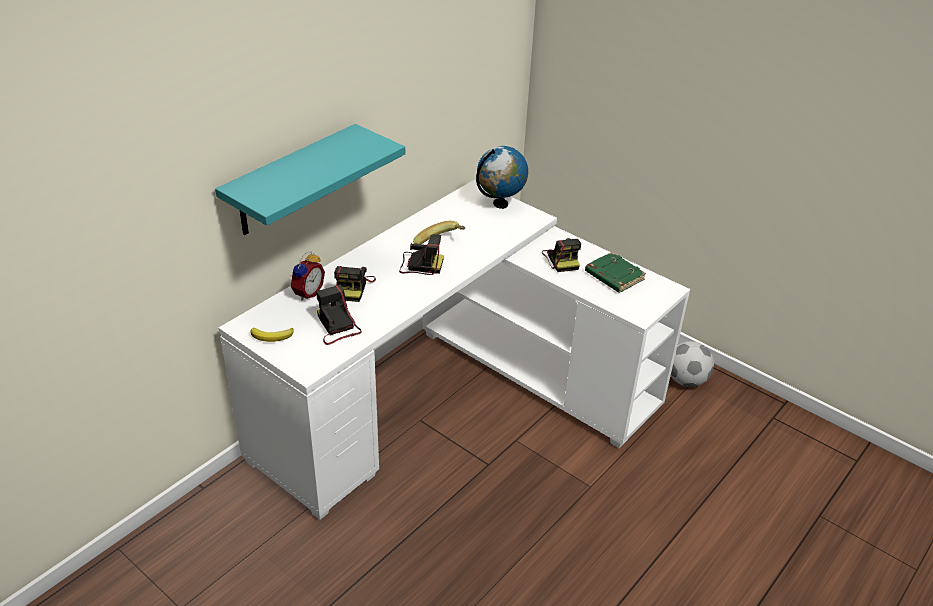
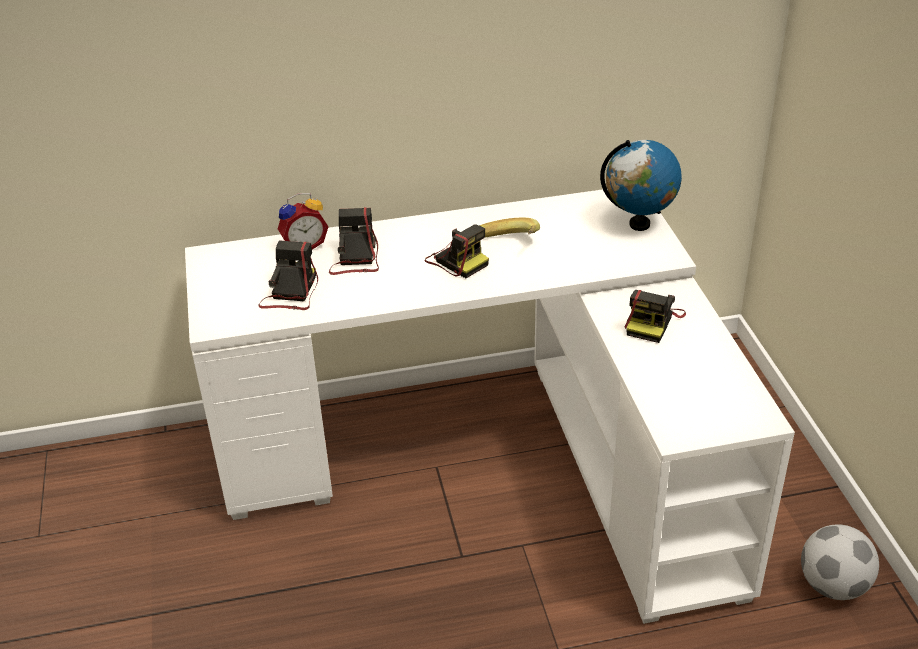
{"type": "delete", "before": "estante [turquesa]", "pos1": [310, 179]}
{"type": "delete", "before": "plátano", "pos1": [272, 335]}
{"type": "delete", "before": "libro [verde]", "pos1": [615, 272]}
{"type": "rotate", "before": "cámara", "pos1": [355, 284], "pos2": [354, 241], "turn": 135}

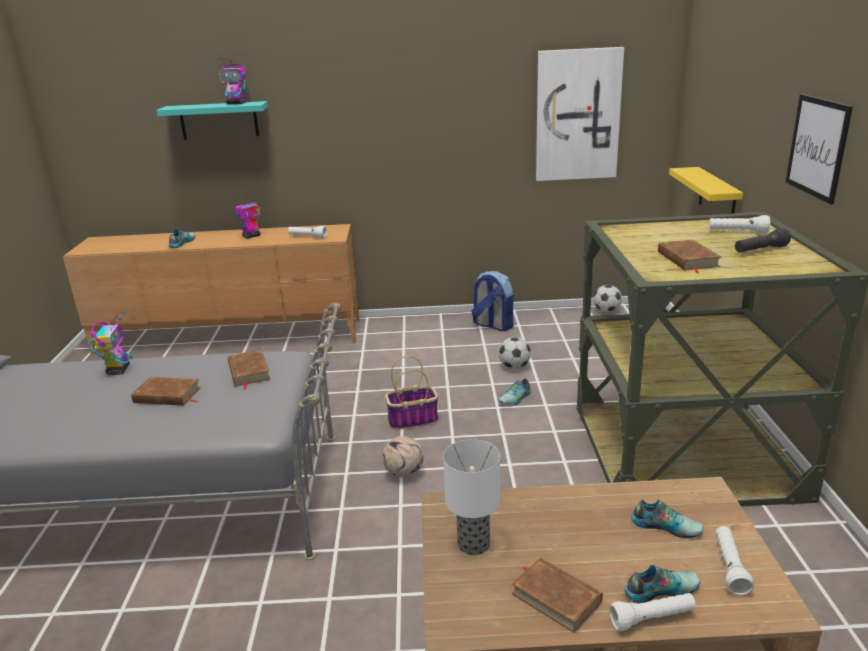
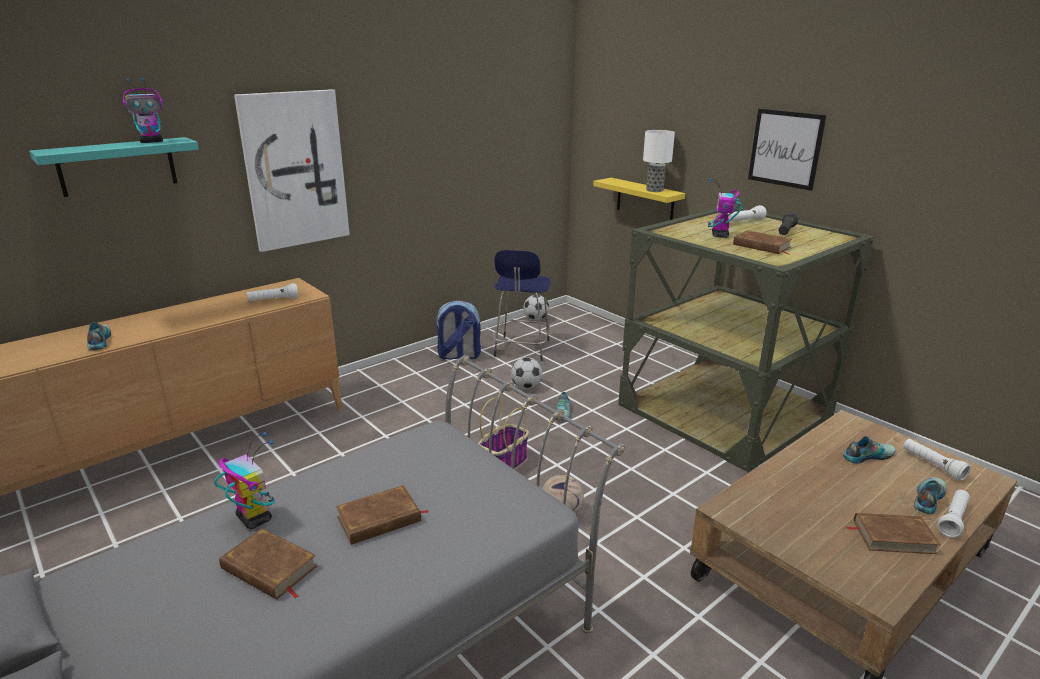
{"type": "insert", "after": "taburete [azul]", "pos2": [522, 305]}
{"type": "move", "before": "libro [marrón]", "pos1": [249, 370], "pos2": [268, 564]}
{"type": "move", "before": "robot de juguete", "pos1": [248, 215], "pos2": [725, 208]}
{"type": "move", "before": "lámpara de mesa", "pos1": [471, 497], "pos2": [659, 161]}
{"type": "move", "before": "cuadro", "pos1": [580, 114], "pos2": [292, 170]}

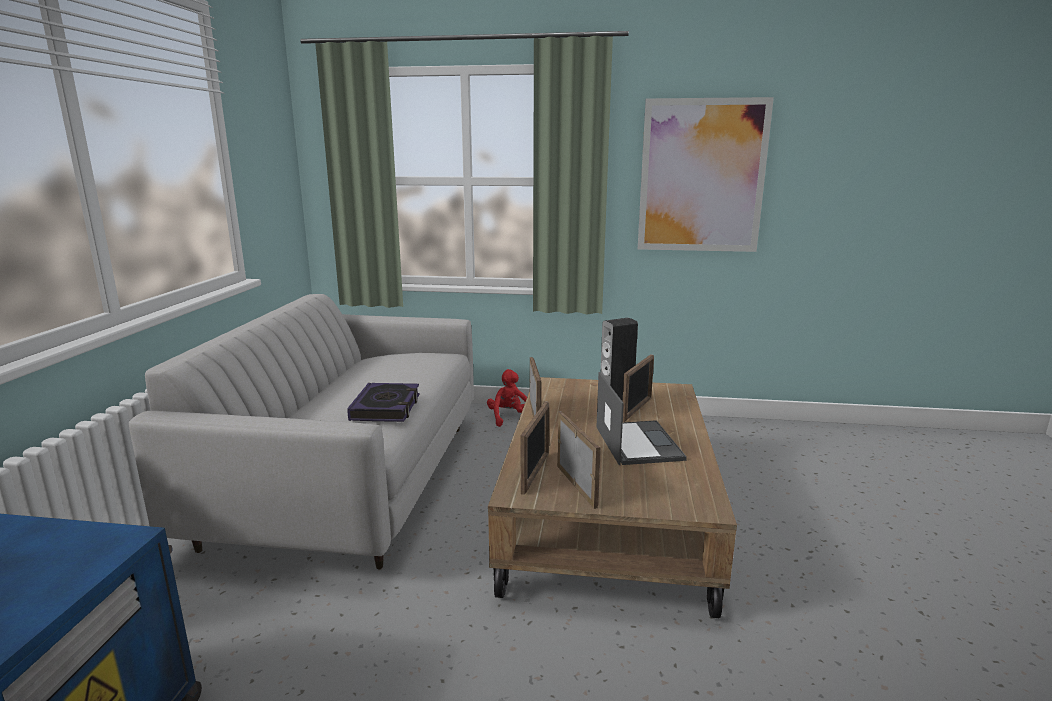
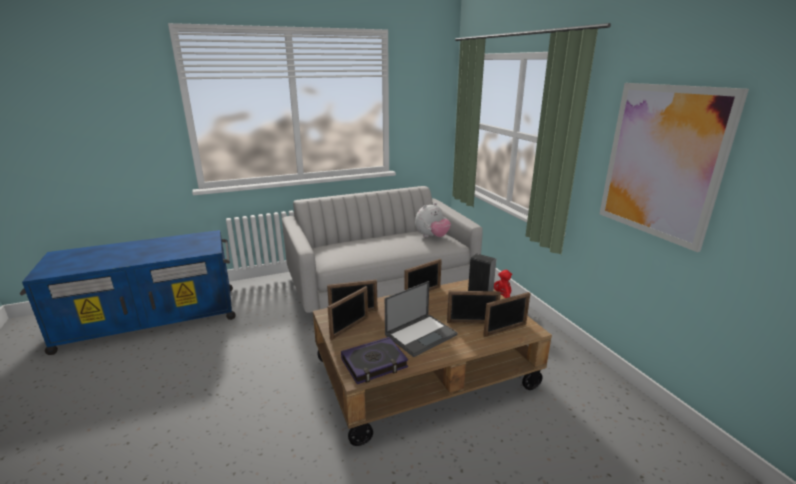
{"type": "insert", "after": "peluche", "pos2": [433, 220]}
{"type": "insert", "after": "portarretratos", "pos2": [506, 314]}
{"type": "move", "before": "libro", "pos1": [383, 402], "pos2": [374, 360]}

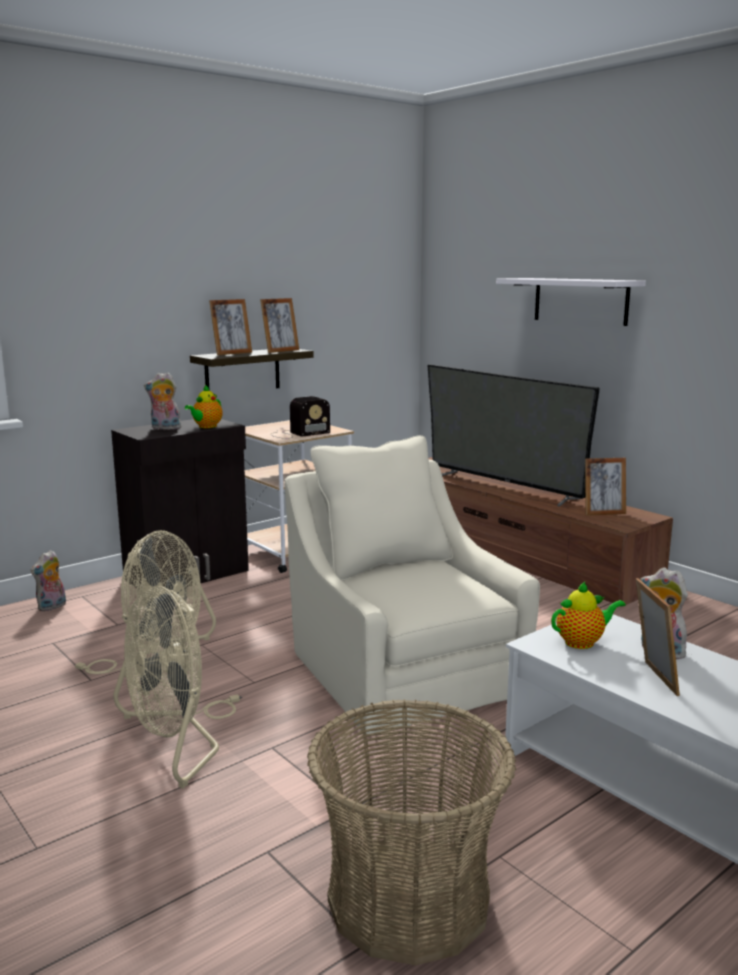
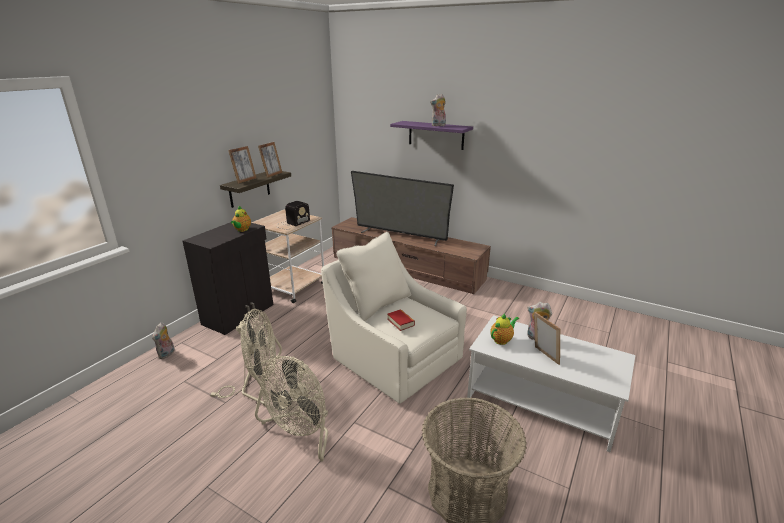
{"type": "delete", "before": "portarretratos", "pos1": [605, 487]}
{"type": "insert", "after": "libro", "pos2": [401, 320]}
{"type": "move", "before": "peluche", "pos1": [162, 401], "pos2": [438, 110]}
{"type": "recolor", "before": "estante [blanco]", "after": "estante [morado]", "pos1": [571, 302], "pos2": [431, 135]}

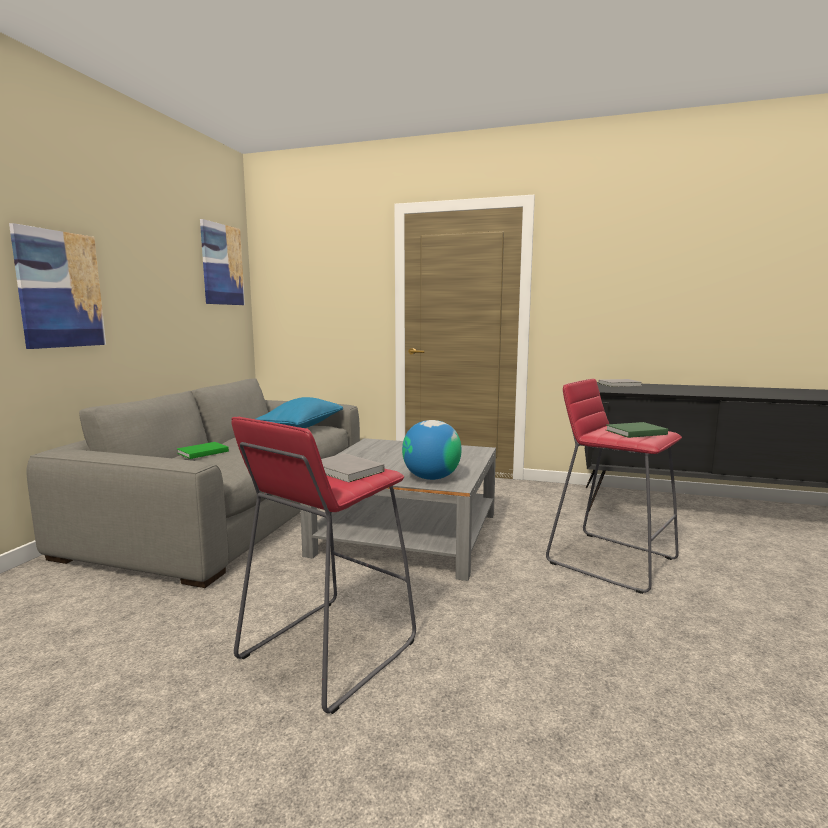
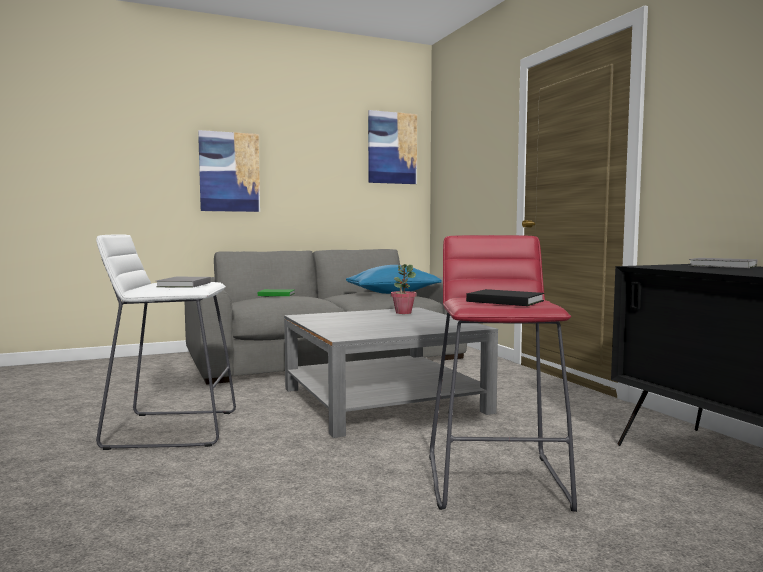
{"type": "delete", "before": "globo terráqueo", "pos1": [432, 450]}
{"type": "insert", "after": "planta en maceta", "pos2": [404, 289]}
{"type": "recolor", "before": "taburete [rojo]", "after": "taburete [blanco]", "pos1": [323, 565], "pos2": [166, 342]}
{"type": "recolor", "before": "libro [verde]", "after": "libro [negro]", "pos1": [637, 430], "pos2": [505, 297]}

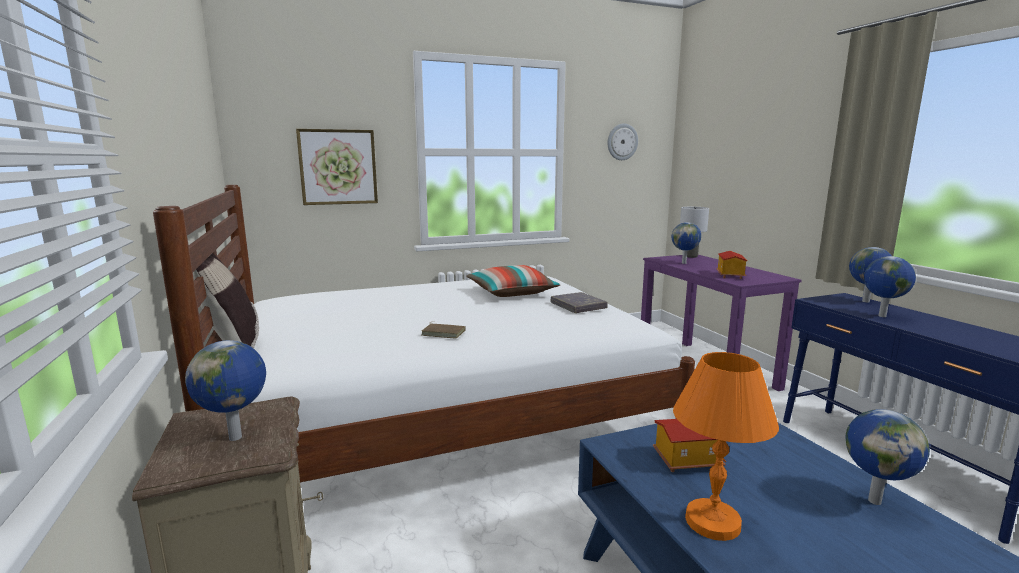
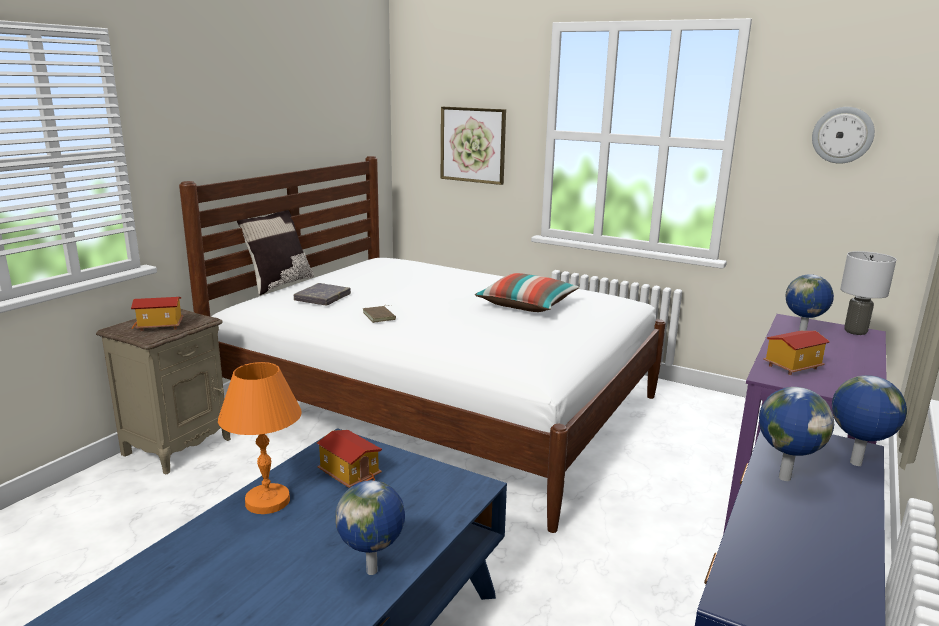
{"type": "move", "before": "libro [gris]", "pos1": [579, 302], "pos2": [322, 294]}
{"type": "replace", "before": "globo terráqueo", "after": "casita", "pos1": [225, 390], "pos2": [157, 314]}

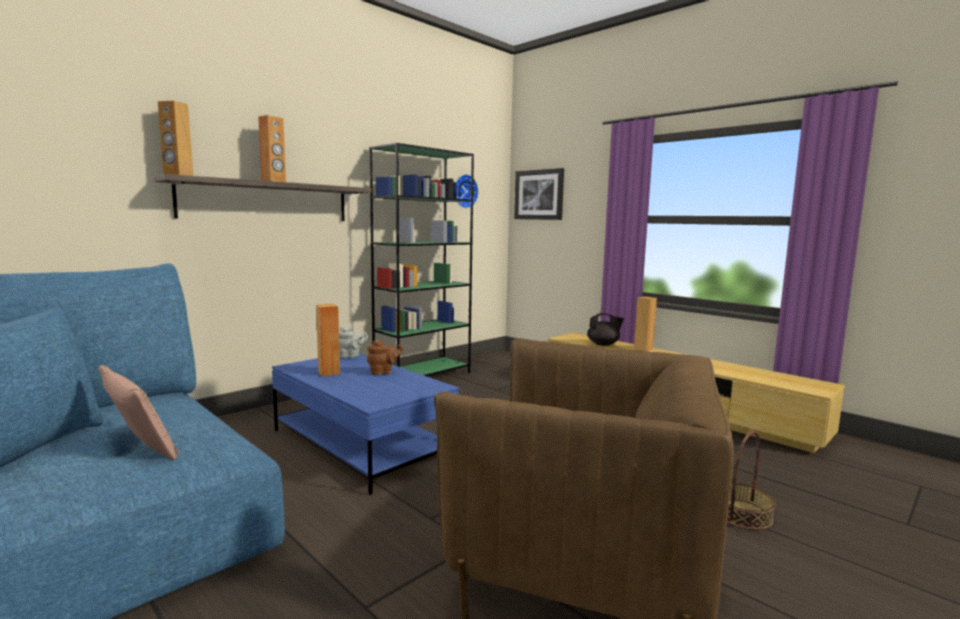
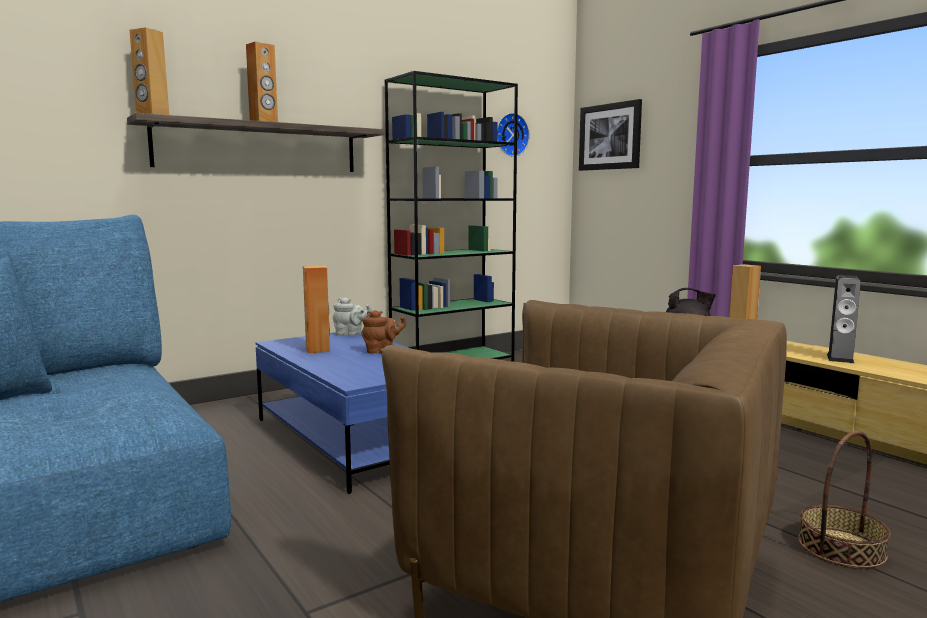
{"type": "delete", "before": "cojín [beis]", "pos1": [139, 412]}
{"type": "insert", "after": "altavoz", "pos2": [844, 319]}

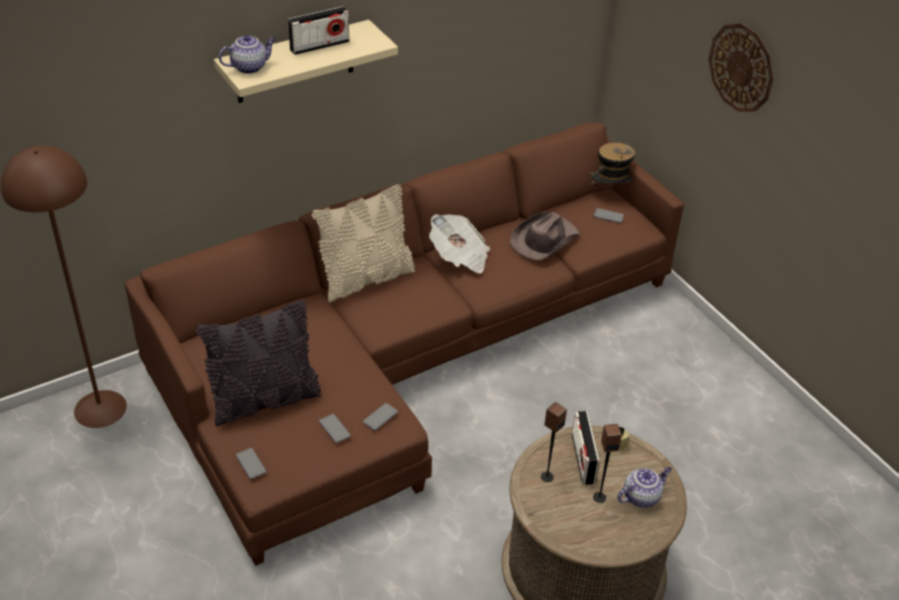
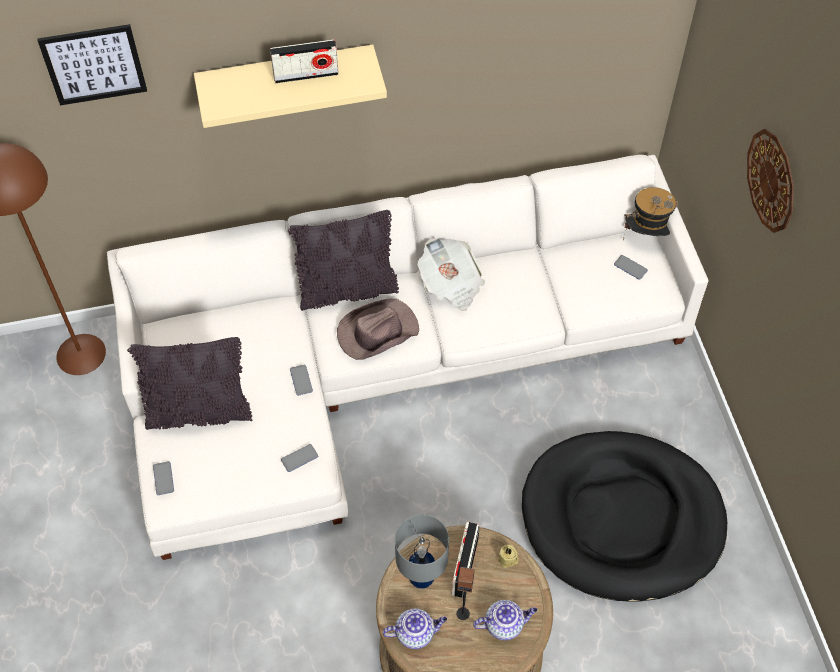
{"type": "insert", "after": "cuadro", "pos2": [92, 64]}
{"type": "insert", "after": "cama para perro [negro]", "pos2": [624, 516]}
{"type": "move", "before": "tetera", "pos1": [247, 54], "pos2": [415, 628]}
{"type": "move", "before": "móvil", "pos1": [335, 428], "pos2": [301, 380]}
{"type": "move", "before": "sombrero [marrón]", "pos1": [545, 236], "pos2": [378, 329]}
{"type": "replace", "before": "altavoz", "after": "lámpara de mesa [gris]", "pos1": [554, 442], "pos2": [422, 551]}
{"type": "recolor", "before": "sofá [marrón]", "after": "sofá [blanco]", "pos1": [404, 344], "pos2": [407, 357]}
{"type": "recolor", "before": "cojín [beis]", "after": "cojín [negro]", "pos1": [363, 243], "pos2": [343, 260]}

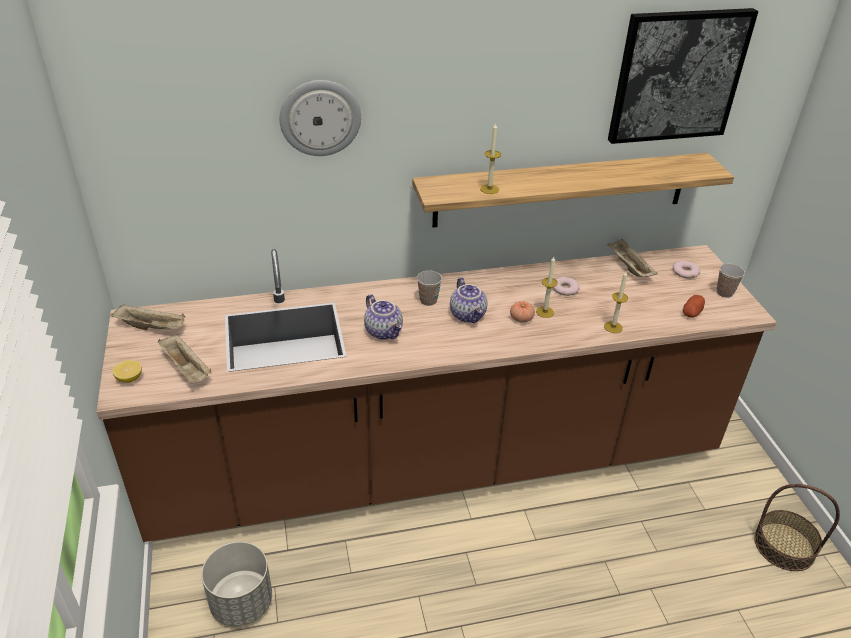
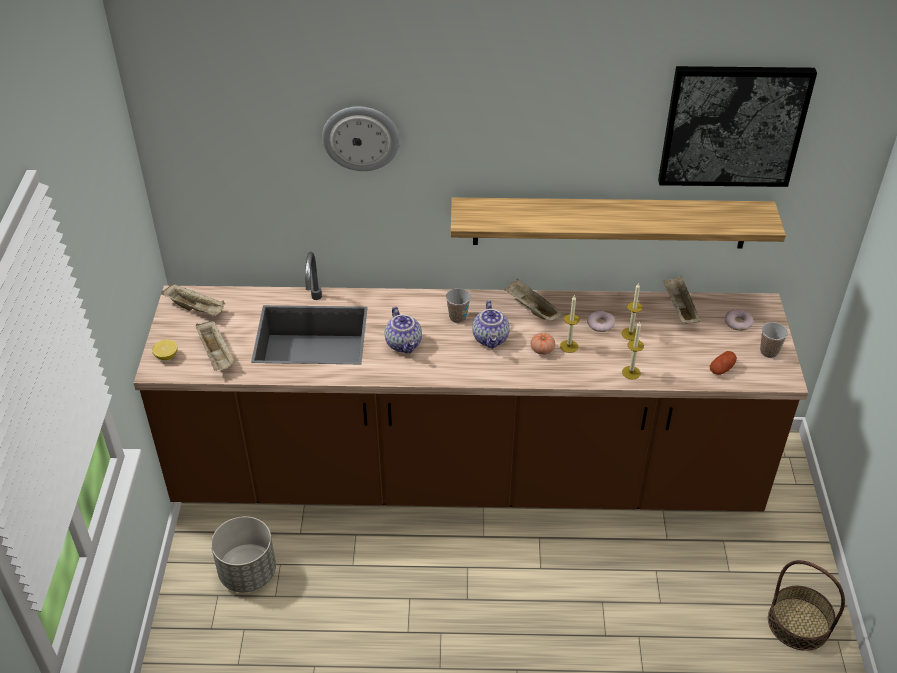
{"type": "insert", "after": "bandeja [beis]", "pos2": [534, 299]}
{"type": "move", "before": "vela", "pos1": [490, 158], "pos2": [632, 311]}

